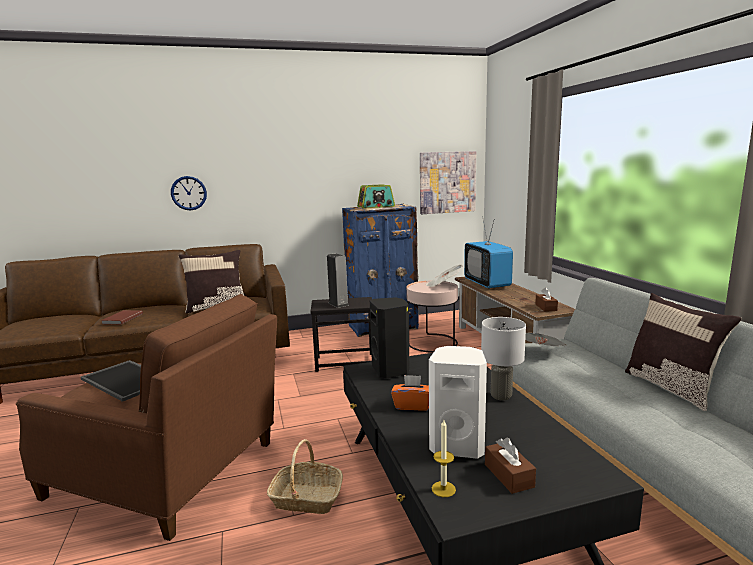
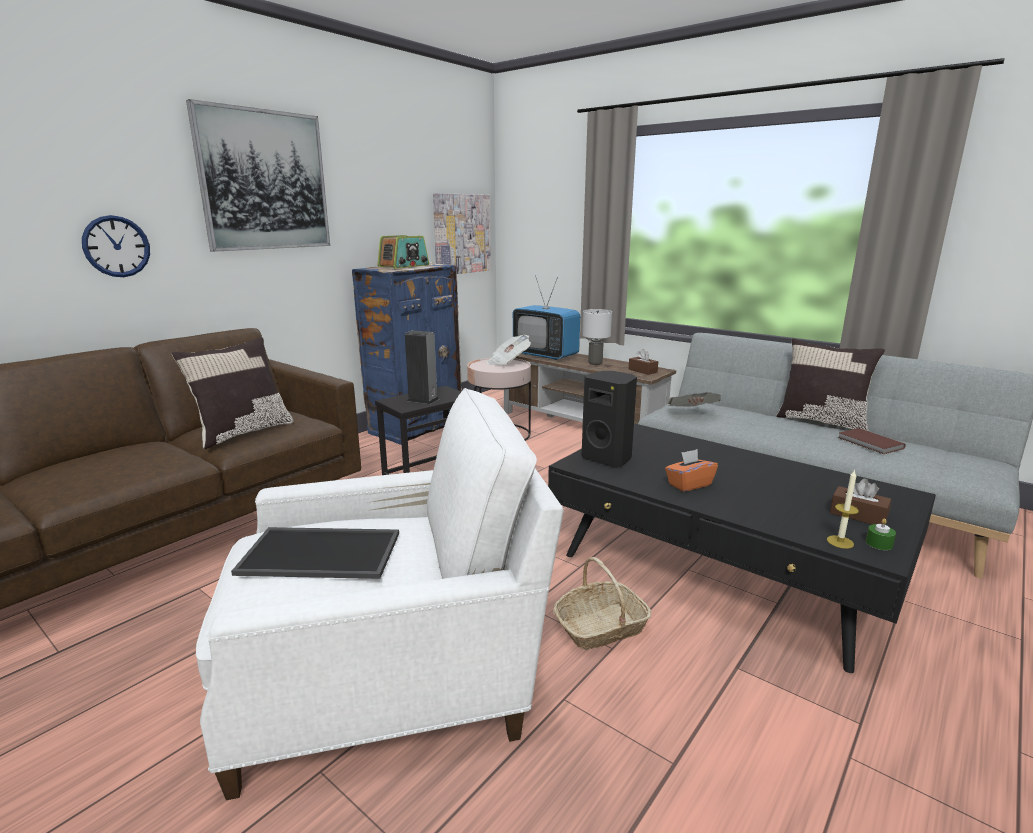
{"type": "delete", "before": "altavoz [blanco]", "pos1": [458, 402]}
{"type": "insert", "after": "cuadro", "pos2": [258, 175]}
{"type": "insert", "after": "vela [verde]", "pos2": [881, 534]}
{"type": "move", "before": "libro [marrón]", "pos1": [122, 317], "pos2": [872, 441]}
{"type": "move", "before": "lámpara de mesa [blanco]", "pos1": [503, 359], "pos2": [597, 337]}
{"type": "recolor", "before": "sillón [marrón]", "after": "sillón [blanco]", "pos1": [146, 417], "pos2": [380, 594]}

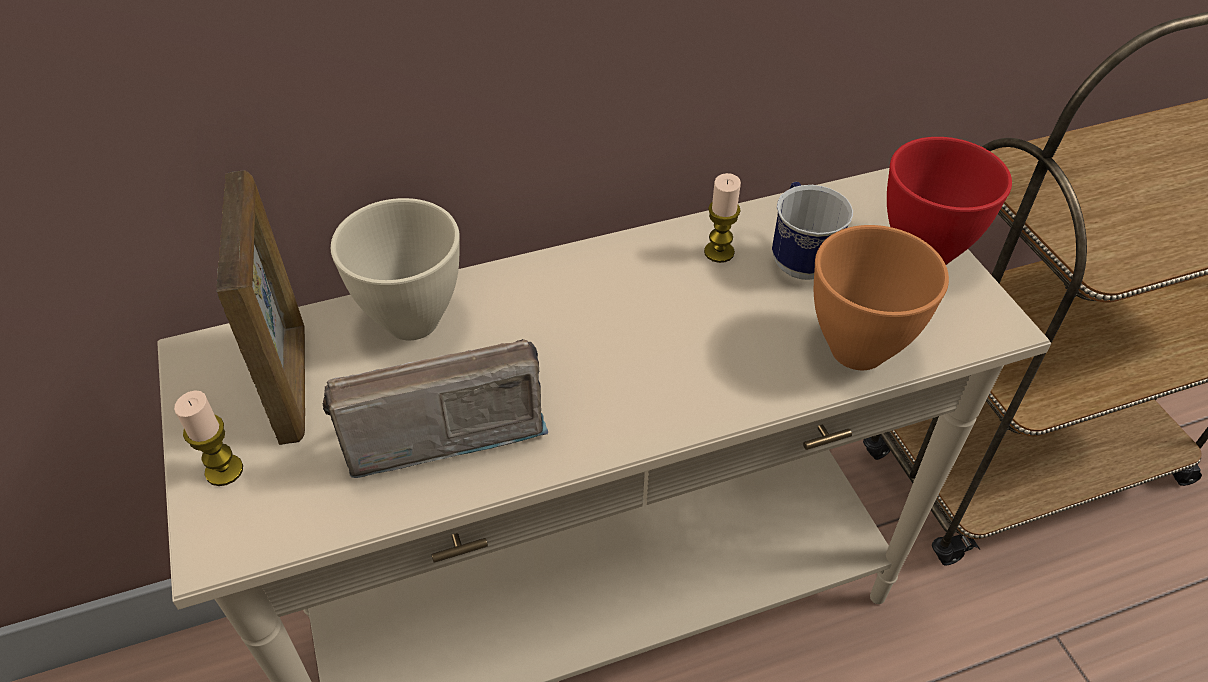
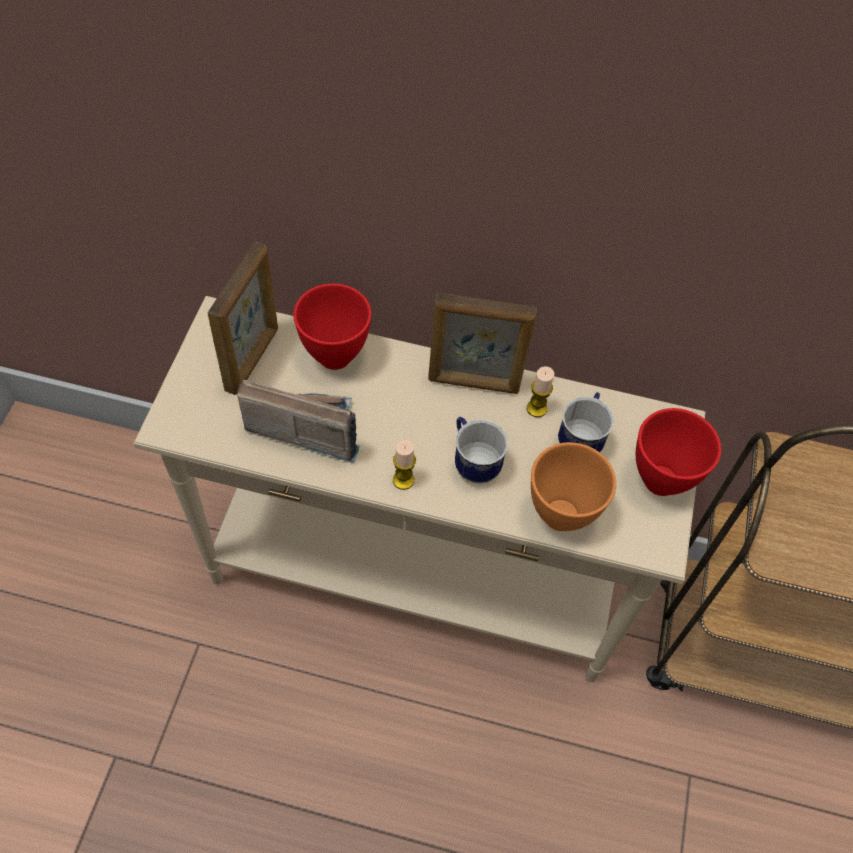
{"type": "insert", "after": "portarretratos", "pos2": [482, 343]}
{"type": "insert", "after": "taza grande", "pos2": [481, 450]}
{"type": "move", "before": "vela", "pos1": [208, 438], "pos2": [404, 465]}
{"type": "recolor", "before": "cuenco [beis]", "after": "cuenco [rojo]", "pos1": [395, 269], "pos2": [332, 326]}

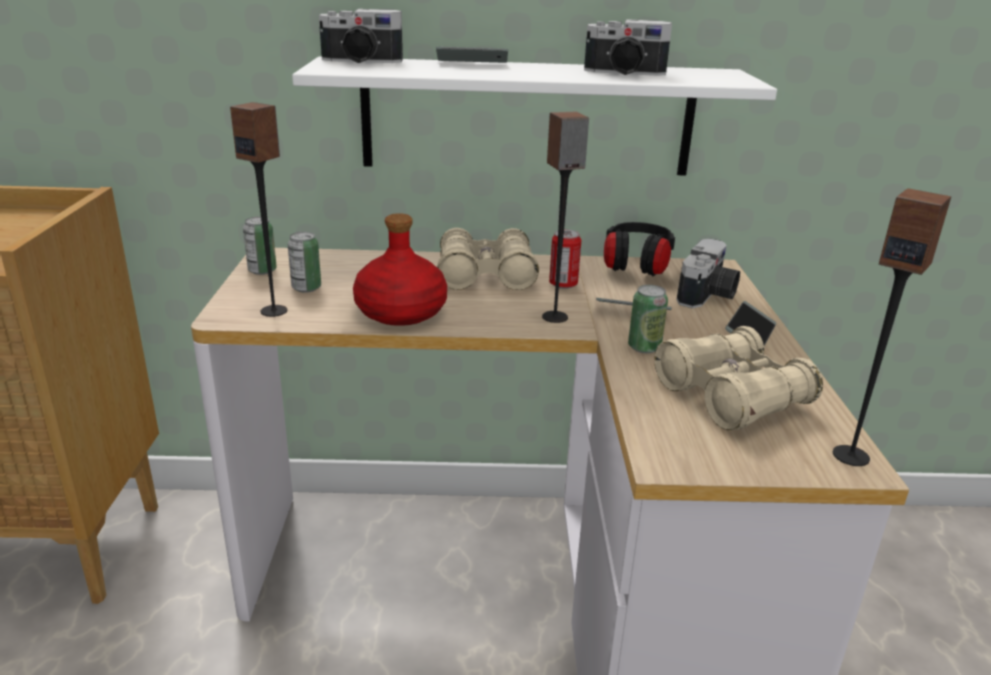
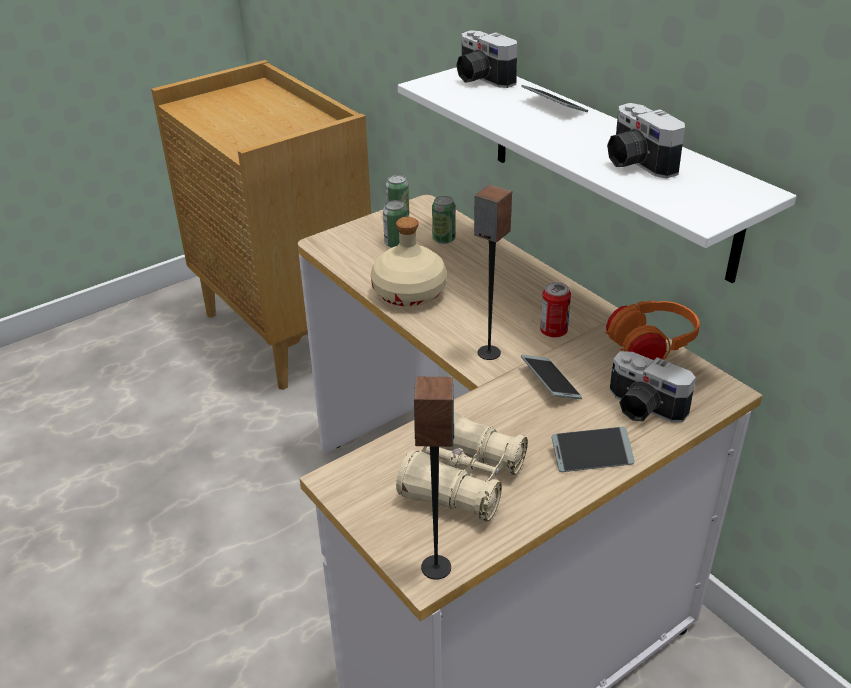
{"type": "delete", "before": "altavoz", "pos1": [258, 209]}
{"type": "delete", "before": "prismáticos [beis]", "pos1": [488, 259]}
{"type": "move", "before": "lata", "pos1": [648, 319], "pos2": [444, 220]}
{"type": "recolor", "before": "botella [rojo]", "after": "botella [beis]", "pos1": [400, 269], "pos2": [409, 261]}
{"type": "recolor", "before": "auriculares [negro]", "after": "auriculares [naranja]", "pos1": [639, 249], "pos2": [652, 330]}
{"type": "rotate", "before": "cámara", "pos1": [708, 273], "pos2": [653, 386], "turn": 45}

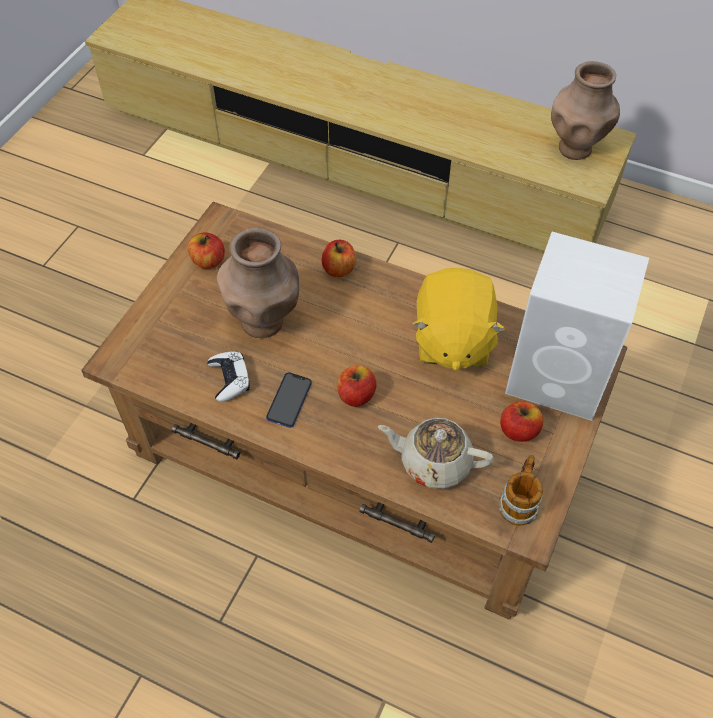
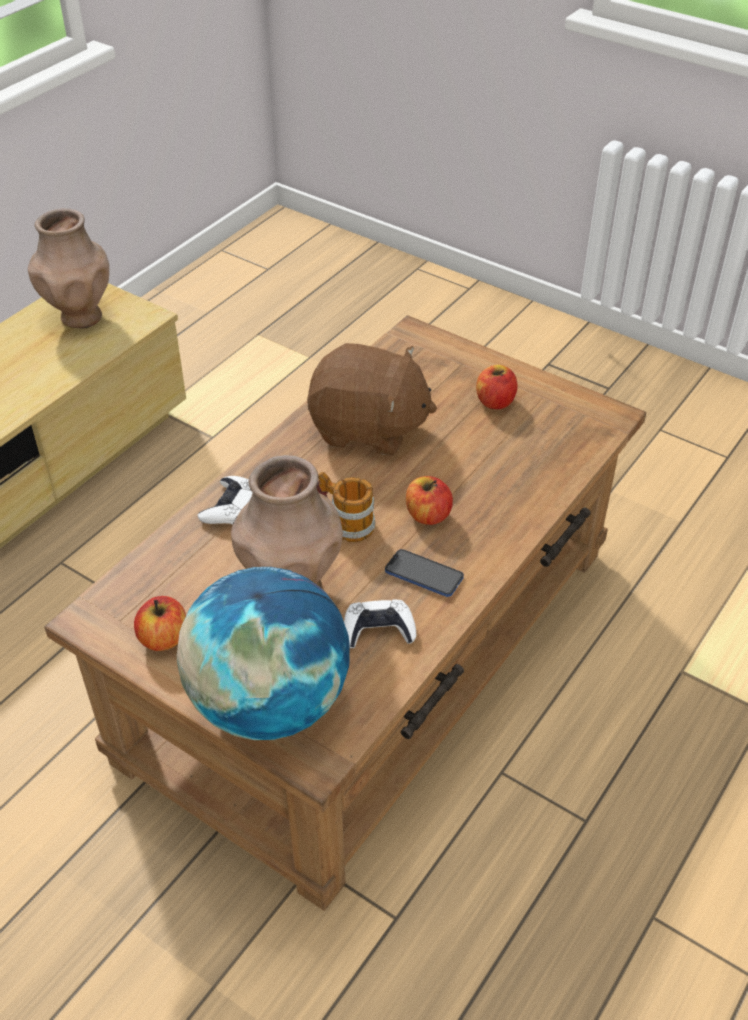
{"type": "delete", "before": "tetera [beis]", "pos1": [436, 453]}
{"type": "delete", "before": "altavoz [blanco]", "pos1": [577, 326]}
{"type": "insert", "after": "globo terráqueo", "pos2": [263, 653]}
{"type": "move", "before": "taza grande", "pos1": [521, 490], "pos2": [346, 507]}
{"type": "replace", "before": "manzana", "after": "mando de consola [blanco]", "pos1": [339, 259], "pos2": [225, 500]}
{"type": "recolor", "before": "peluche [amarillo]", "after": "peluche [marrón]", "pos1": [459, 319], "pos2": [372, 399]}

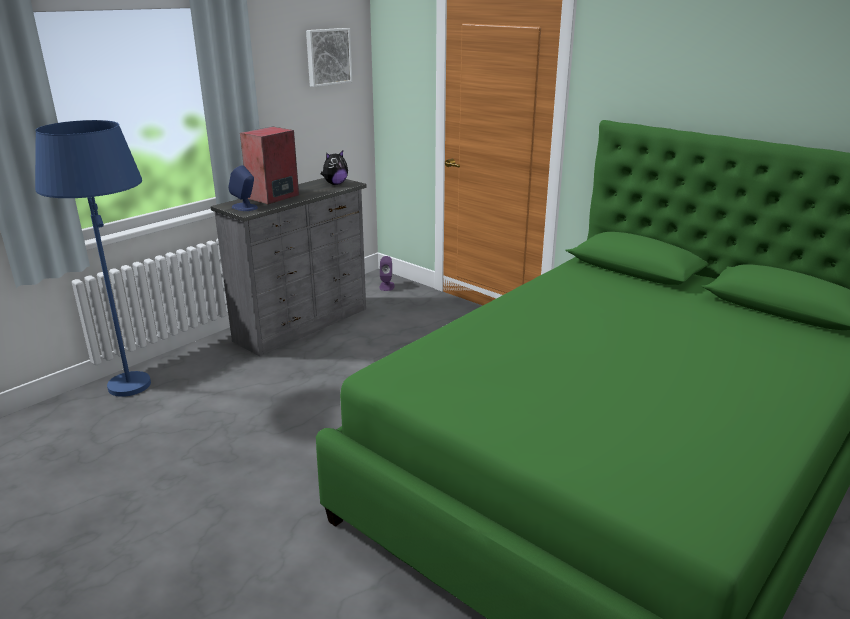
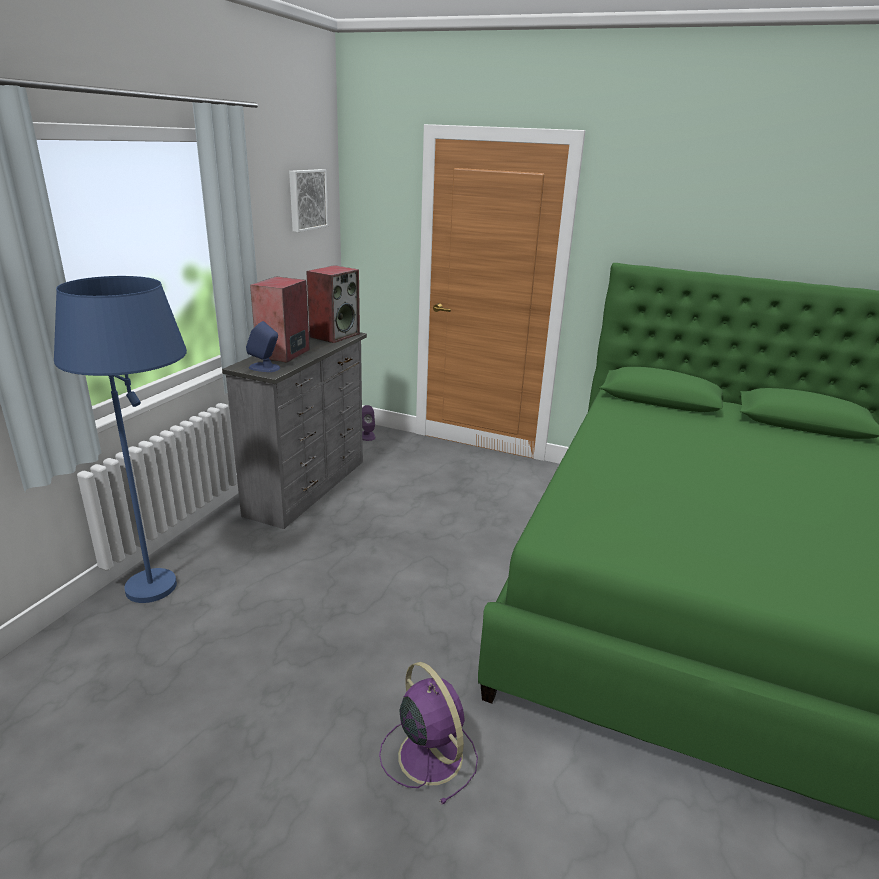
{"type": "insert", "after": "ventilador [morado]", "pos2": [428, 733]}
{"type": "replace", "before": "peluche", "after": "altavoz", "pos1": [334, 167], "pos2": [333, 304]}

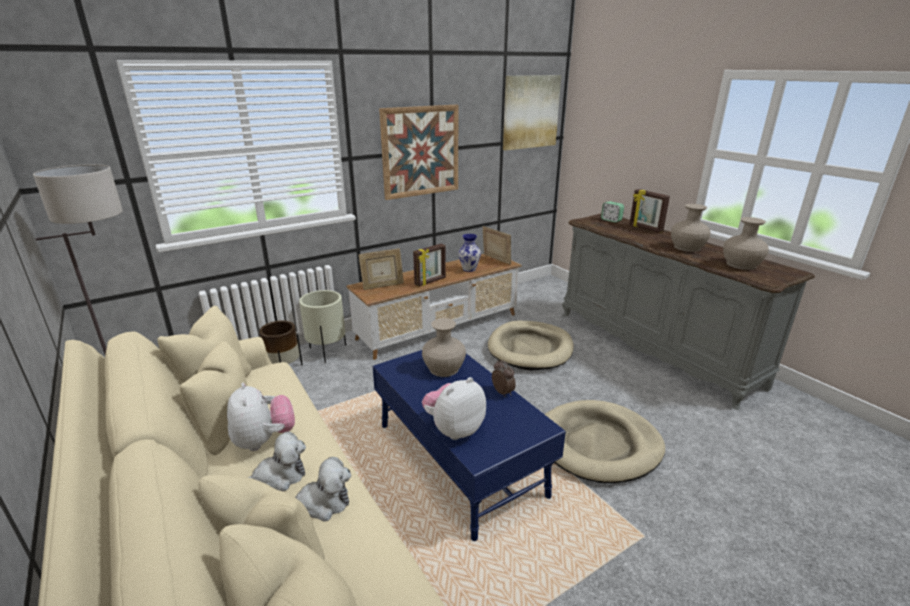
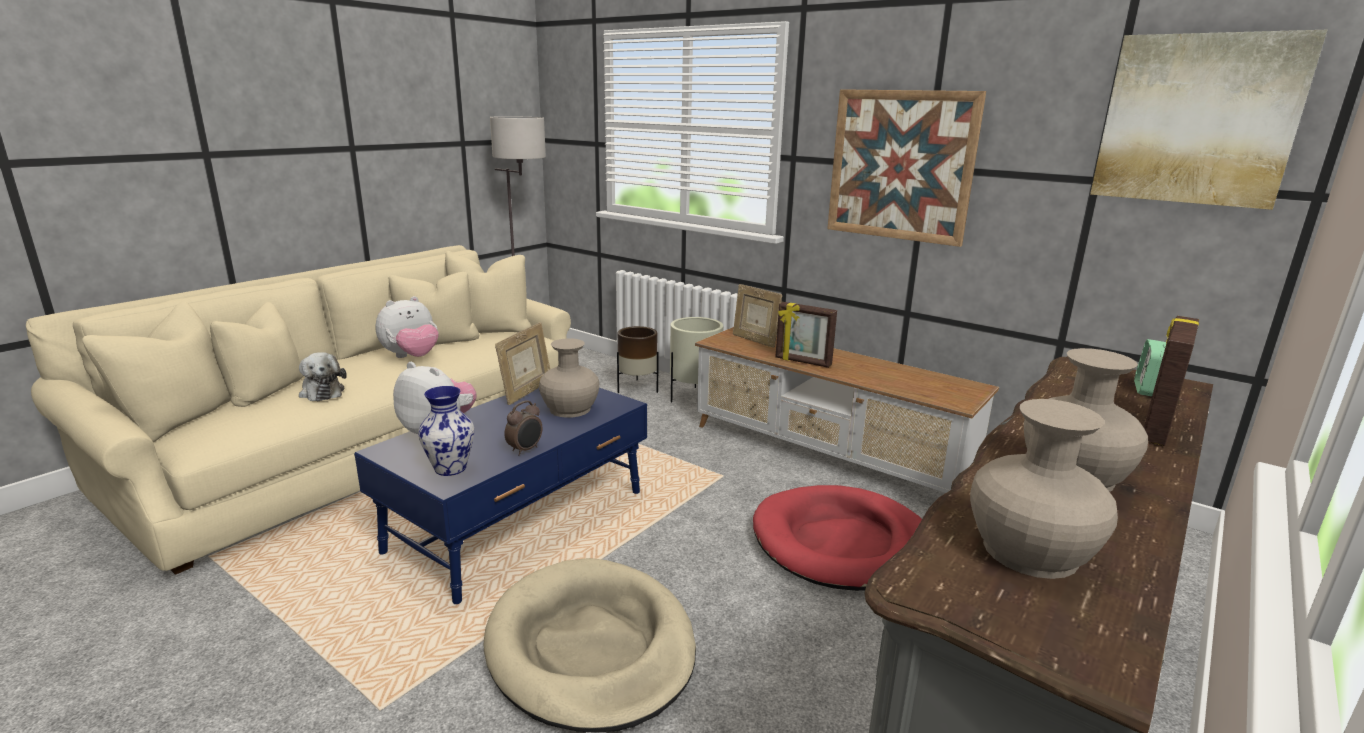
{"type": "delete", "before": "peluche", "pos1": [277, 461]}
{"type": "move", "before": "florero", "pos1": [469, 253], "pos2": [446, 431]}
{"type": "move", "before": "portarretratos", "pos1": [497, 245], "pos2": [522, 363]}
{"type": "recolor", "before": "cama para perro [beis]", "after": "cama para perro [rojo]", "pos1": [531, 345], "pos2": [837, 538]}

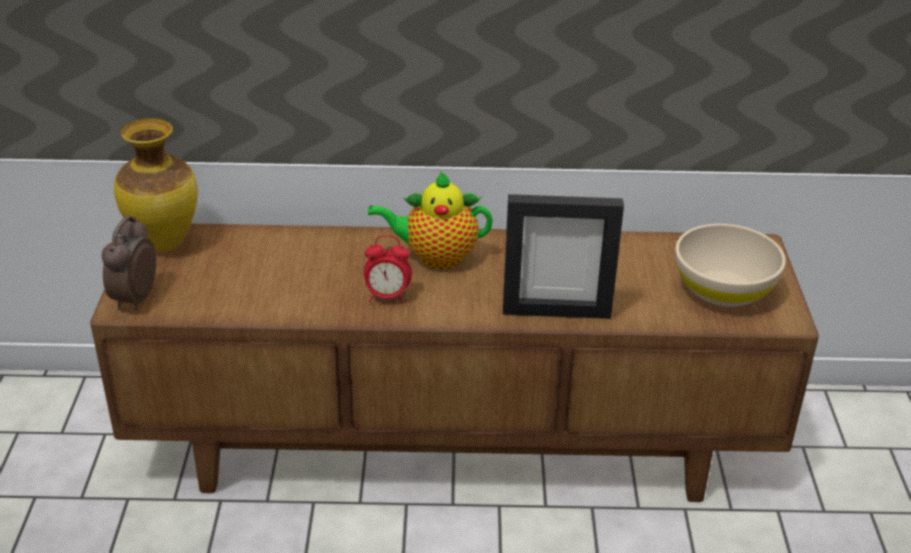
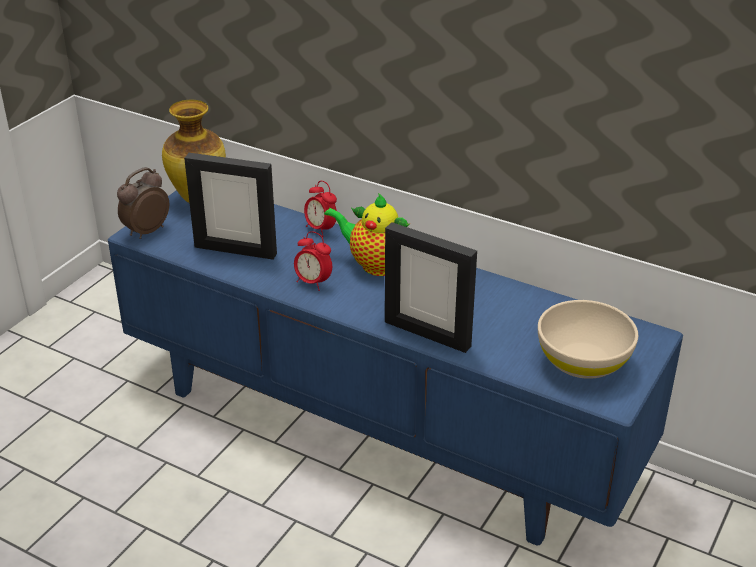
{"type": "insert", "after": "portarretratos", "pos2": [230, 206]}
{"type": "insert", "after": "despertador", "pos2": [320, 209]}
{"type": "recolor", "before": "mueble de televisión [marrón]", "after": "mueble de televisión [azul]", "pos1": [454, 363], "pos2": [395, 367]}

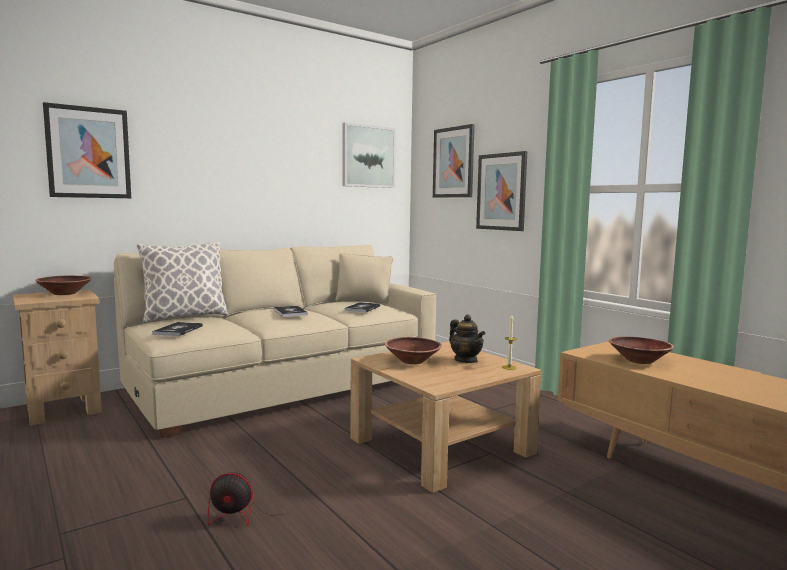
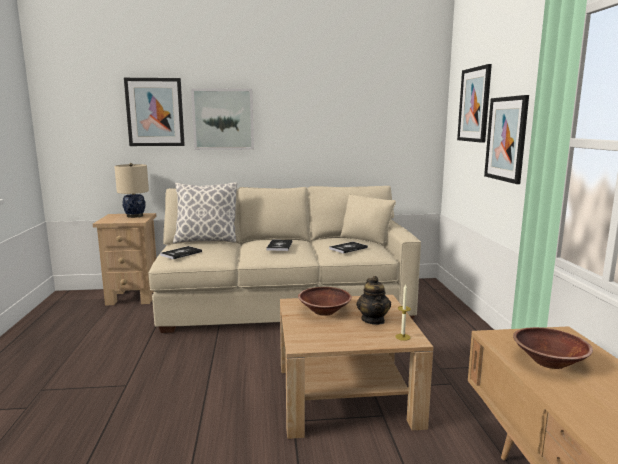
{"type": "delete", "before": "ventilador", "pos1": [252, 499]}
{"type": "move", "before": "cuadro", "pos1": [369, 155], "pos2": [222, 119]}
{"type": "replace", "before": "cuenco [marrón]", "after": "lámpara de mesa [beis]", "pos1": [63, 285], "pos2": [131, 190]}

